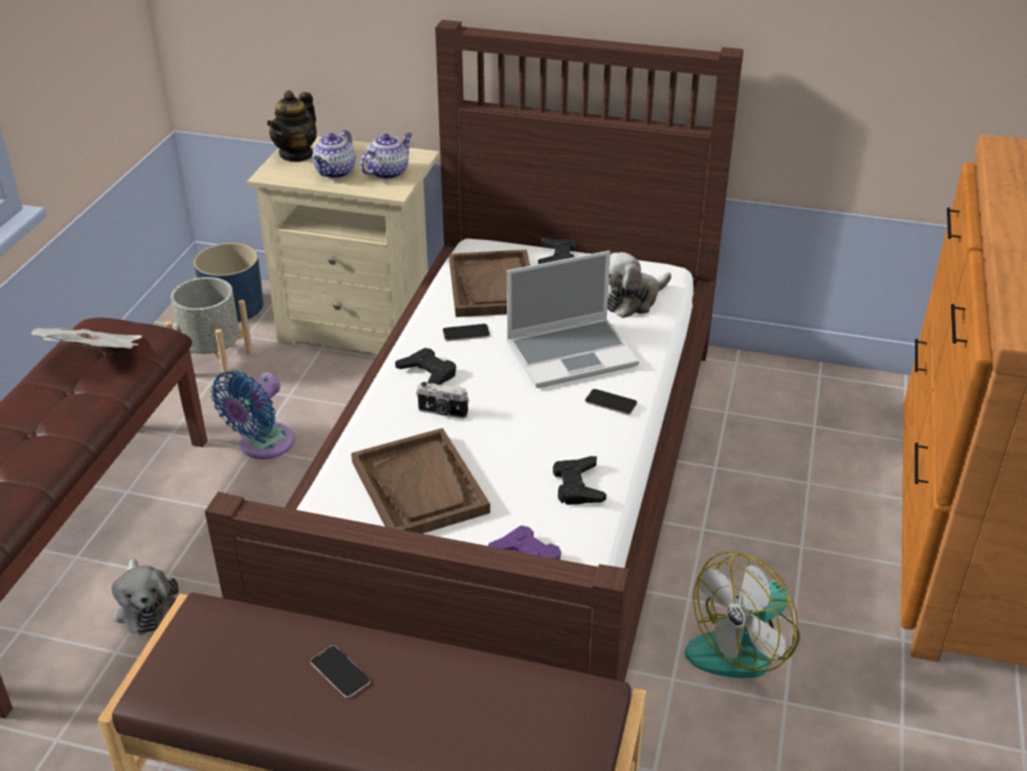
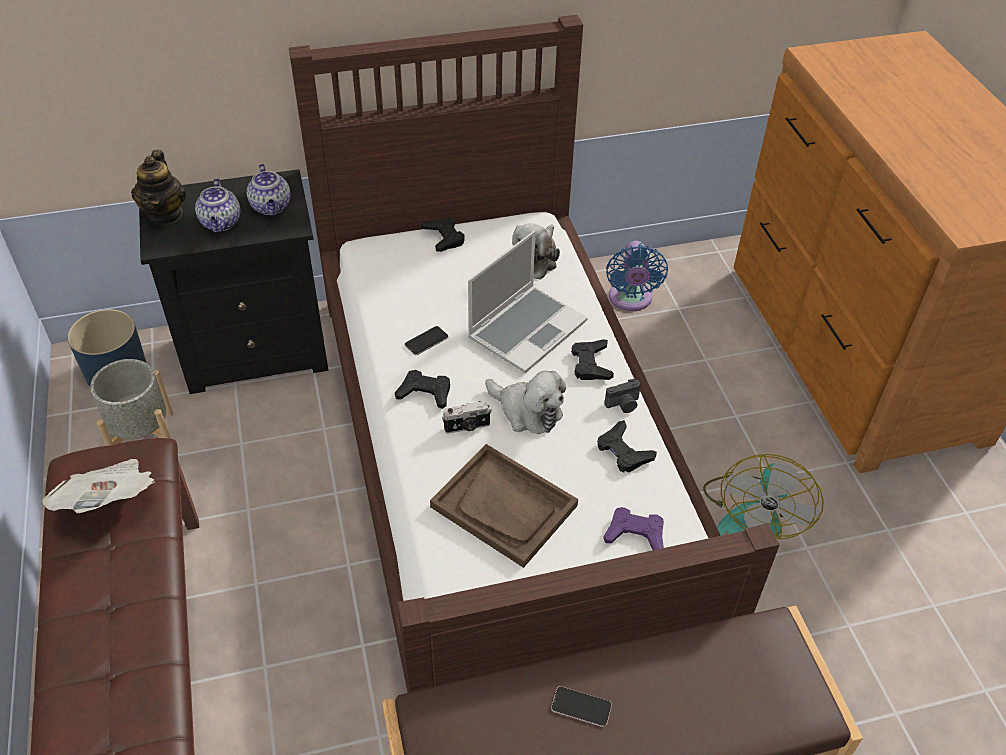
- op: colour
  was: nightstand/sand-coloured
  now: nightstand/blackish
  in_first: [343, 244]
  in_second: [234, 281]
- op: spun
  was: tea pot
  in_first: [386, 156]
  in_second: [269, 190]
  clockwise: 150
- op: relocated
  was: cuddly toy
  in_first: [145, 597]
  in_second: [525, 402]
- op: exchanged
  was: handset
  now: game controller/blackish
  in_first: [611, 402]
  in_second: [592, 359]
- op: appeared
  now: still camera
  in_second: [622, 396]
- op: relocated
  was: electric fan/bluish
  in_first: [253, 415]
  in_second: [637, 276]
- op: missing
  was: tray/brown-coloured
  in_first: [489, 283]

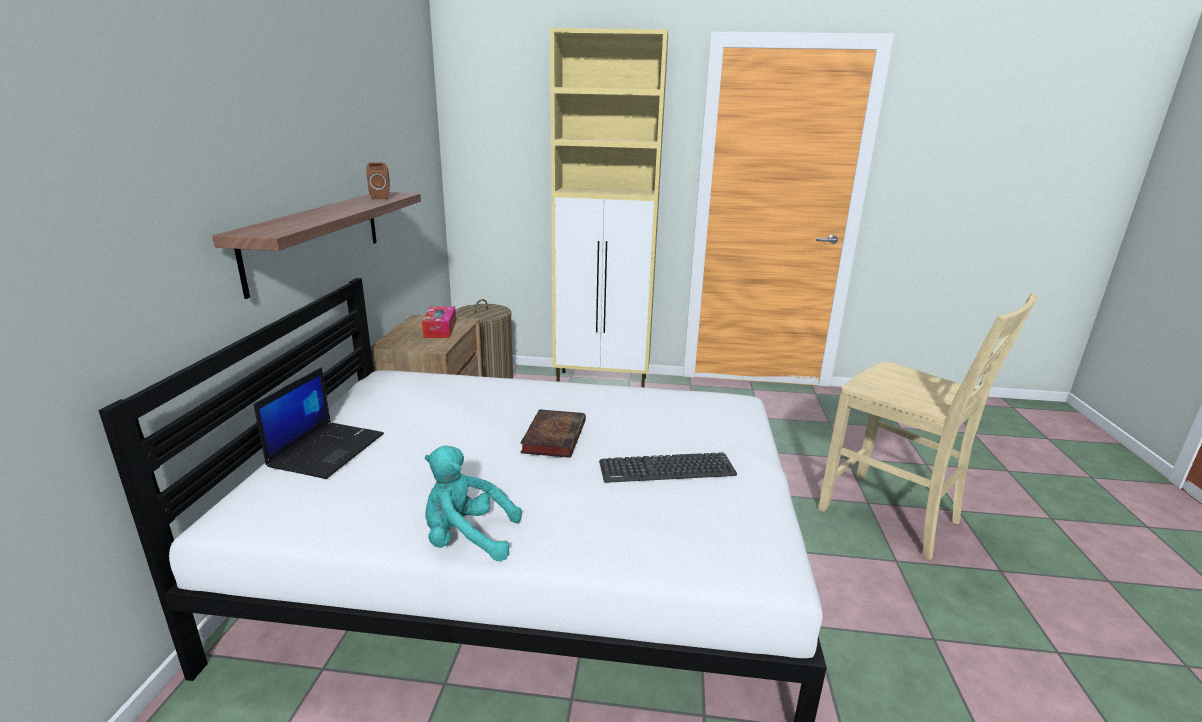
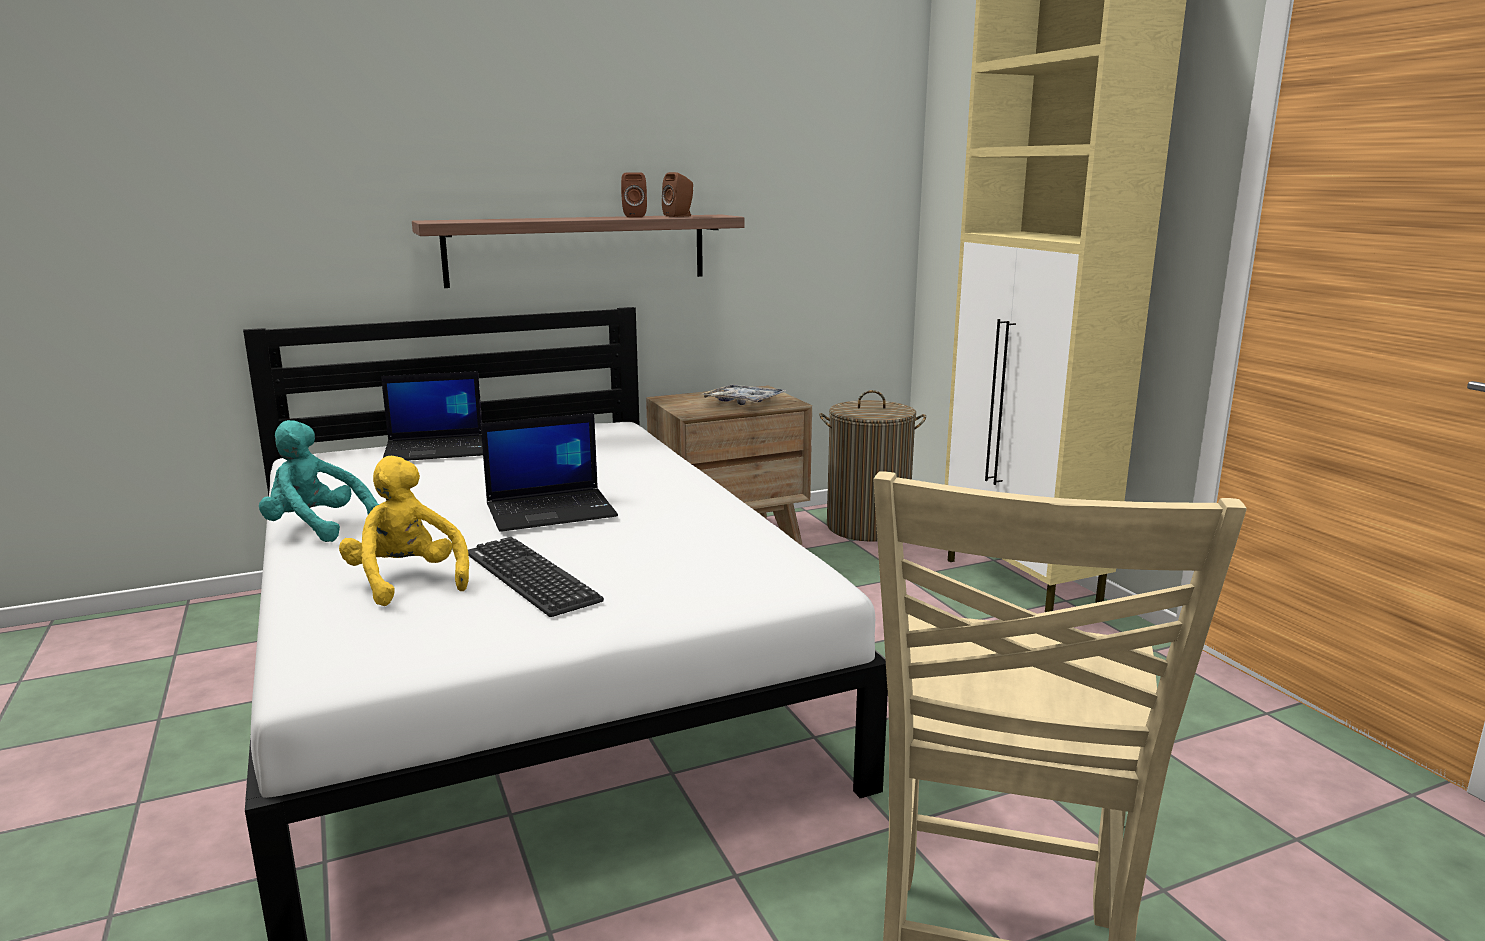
- op: spun
  was: cuddly toy/turquoise-coloured
  in_first: [473, 503]
  in_second: [319, 481]
  clockwise: -45
- op: appeared
  now: cuddly toy/yellow
  in_second: [404, 531]
- op: exchanged
  was: book
  now: notebook computer
  in_first: [553, 433]
  in_second: [549, 472]
- op: appeared
  now: audio speaker/brown-coloured
  in_second: [634, 195]
- op: exchanged
  was: tissue box
  now: tray
  in_first: [439, 322]
  in_second: [743, 395]

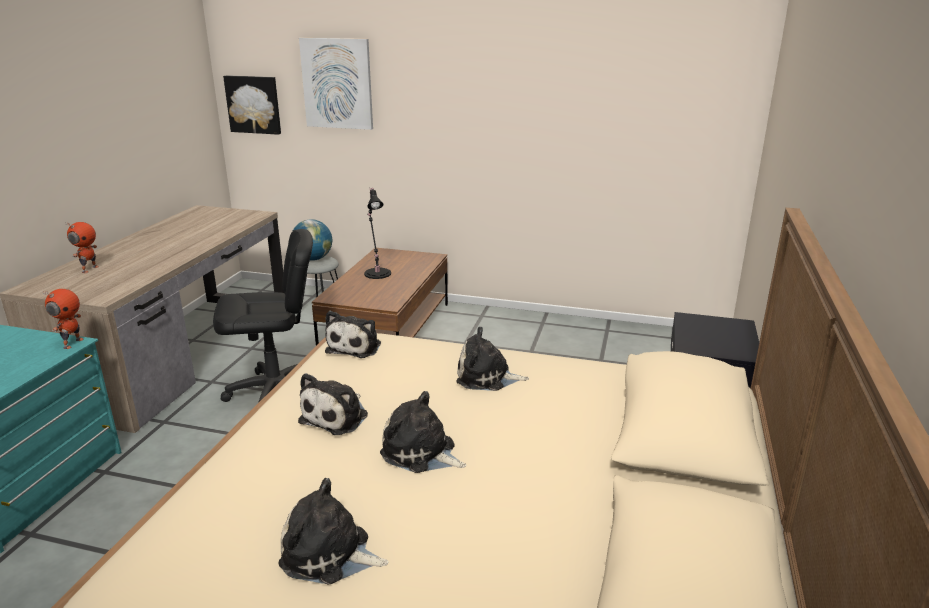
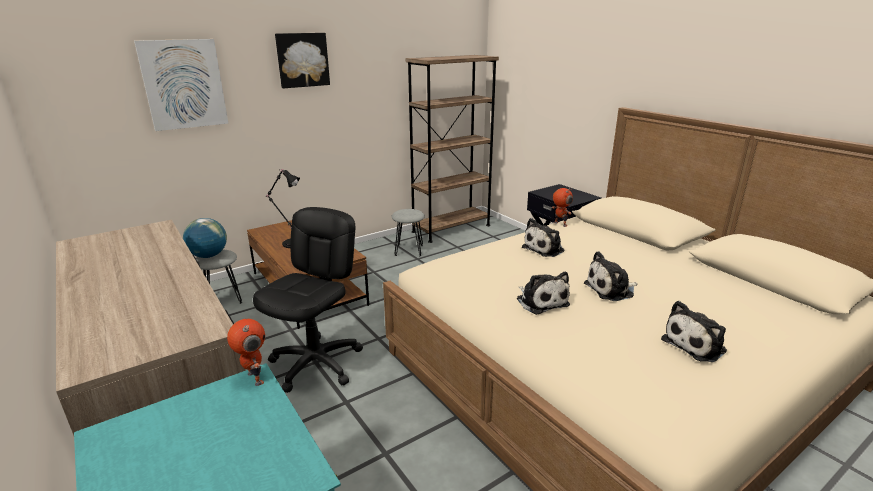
- op: relocated
  was: wall picture
  in_first: [252, 105]
  in_second: [302, 60]
- op: appeared
  now: sitting stool/gray
  in_second: [408, 232]
- op: appeared
  now: bookshelf/brown-coloured
  in_second: [452, 149]
- op: relocated
  was: robot figure
  in_first: [82, 247]
  in_second: [562, 207]
- op: missing
  was: cuddly toy
  in_first: [353, 334]

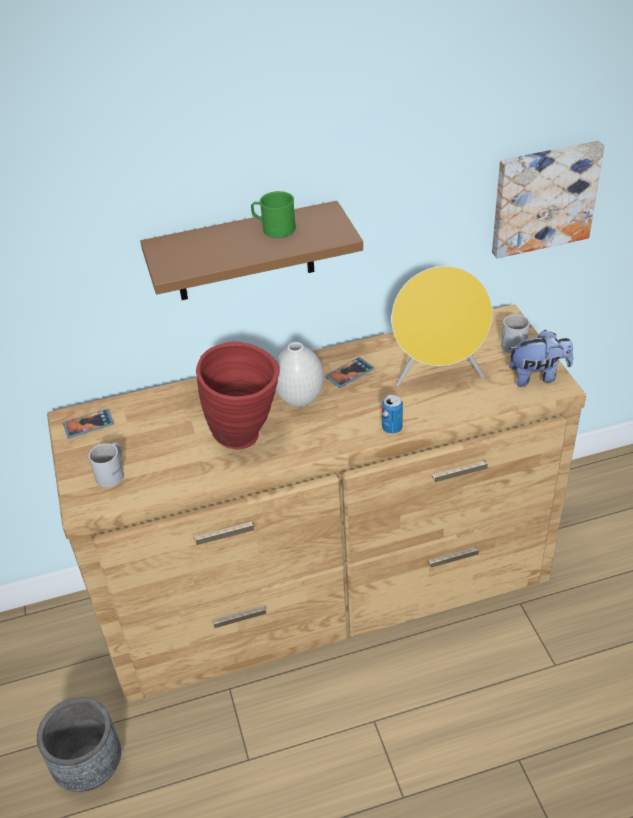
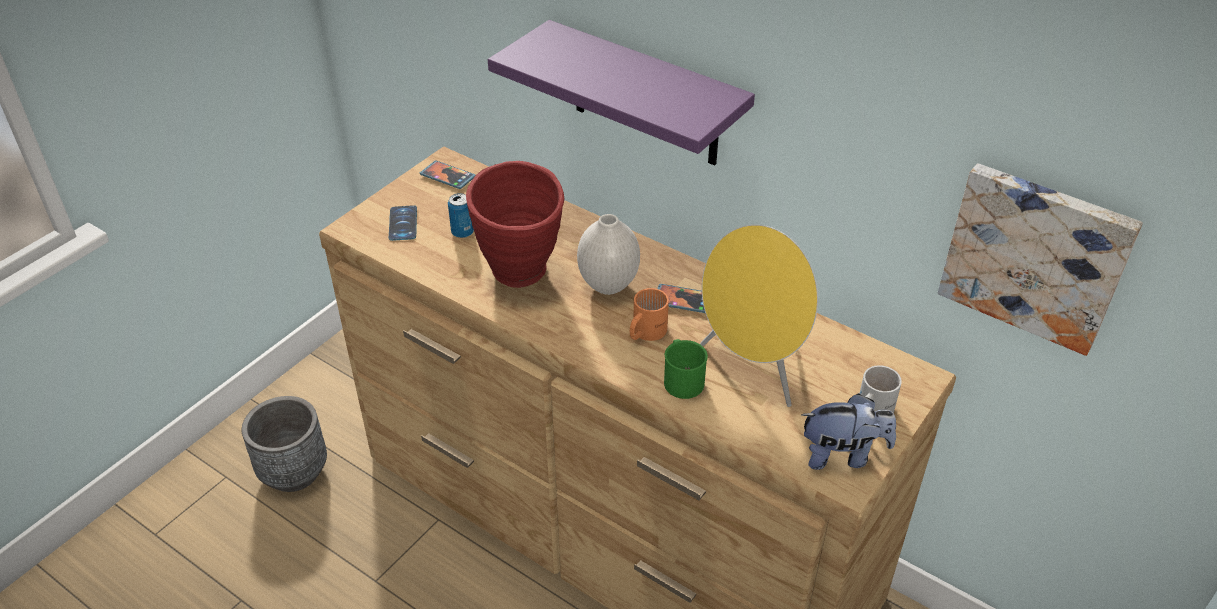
- op: exchanged
  was: mug/white-coloured
  now: handset
  in_first: [106, 465]
  in_second: [403, 223]
- op: relocated
  was: sealed can
  in_first: [392, 414]
  in_second: [461, 215]
- op: colour
  was: bracket shelf/brown-coloured
  now: bracket shelf/purple
  in_first: [251, 250]
  in_second: [621, 93]
- op: appeared
  now: mug/orange-coloured
  in_second: [649, 314]
- op: relocated
  was: mug/green-coloured
  in_first: [273, 214]
  in_second: [686, 369]
- op: spun
  was: cuddly toy
  in_first: [540, 358]
  in_second: [849, 431]
  clockwise: -45

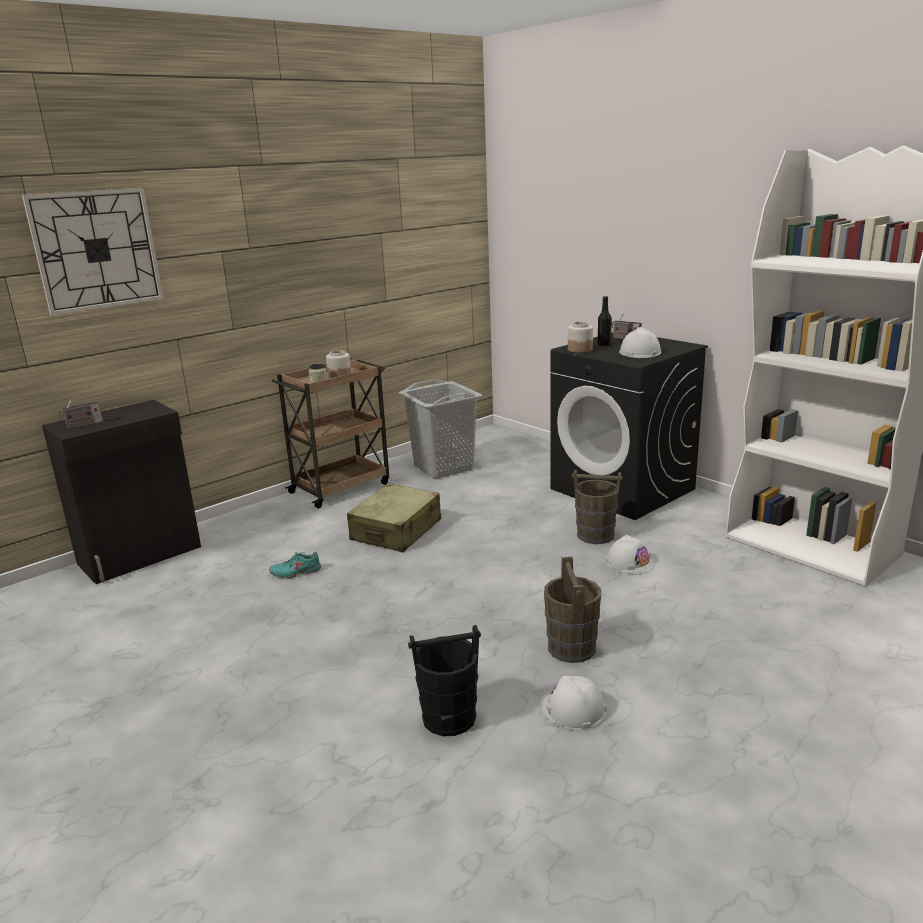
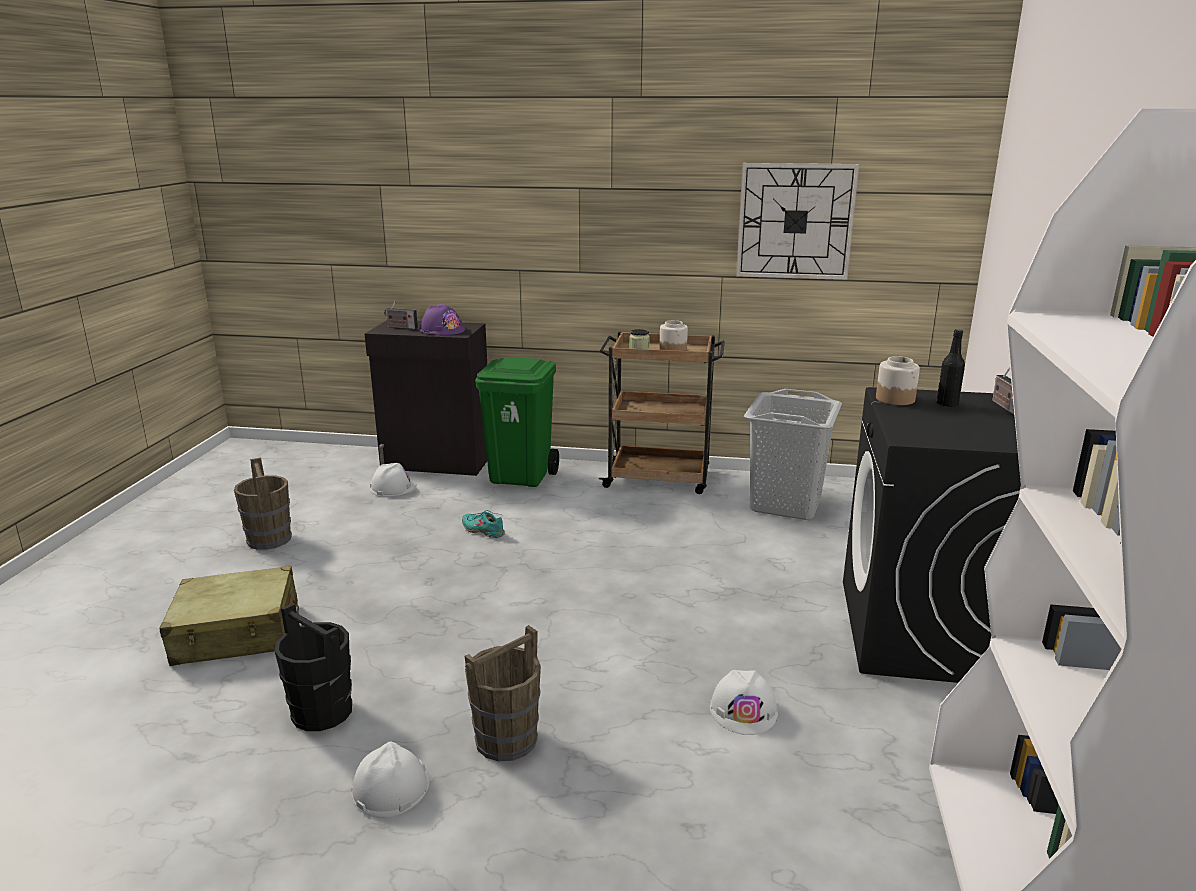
- op: relocated
  was: travel case/sand-coloured
  in_first: [394, 517]
  in_second: [229, 616]
- op: relocated
  was: pail/brown-coloured
  in_first: [597, 507]
  in_second: [263, 504]
- op: relocated
  was: work helmet/white-coloured
  in_first: [640, 342]
  in_second: [393, 480]
- op: appeared
  now: work helmet/purple
  in_second: [442, 319]
- op: appeared
  now: waste bin/green-coloured
  in_second: [517, 422]
- op: relocated
  was: wall clock
  in_first: [93, 252]
  in_second: [797, 221]

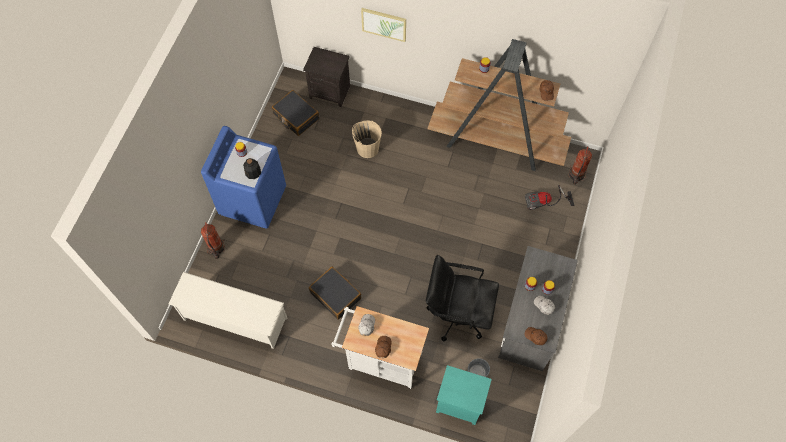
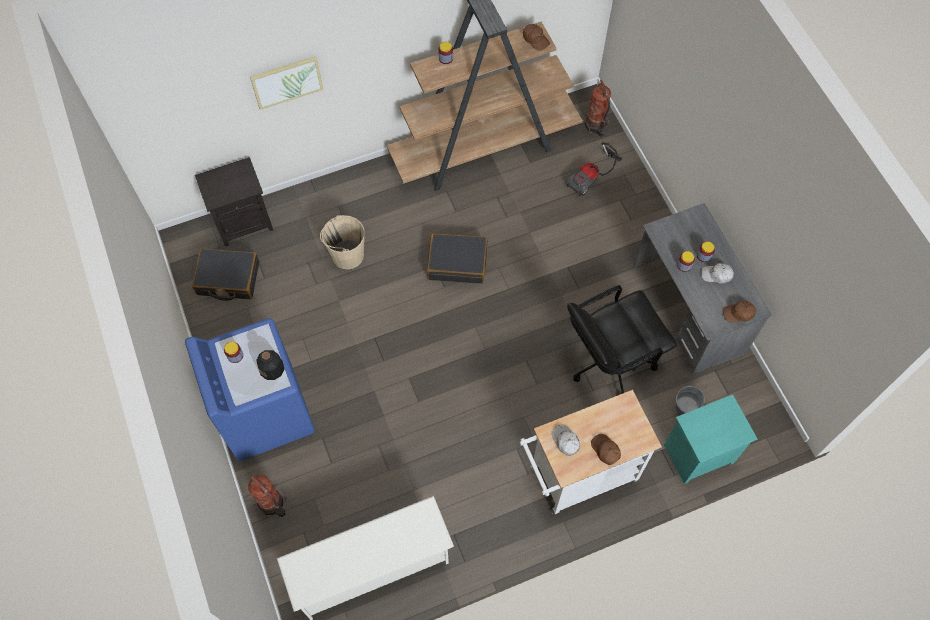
- op: relocated
  was: travel case/blackish
  in_first: [335, 293]
  in_second: [457, 258]

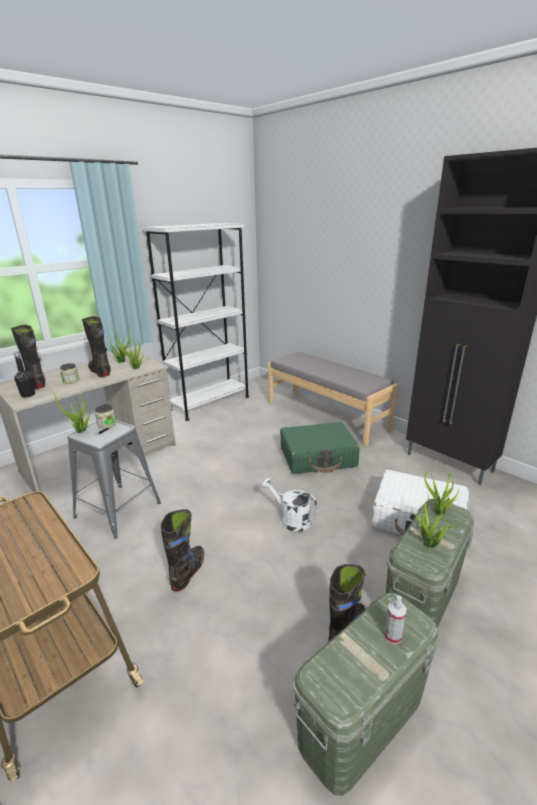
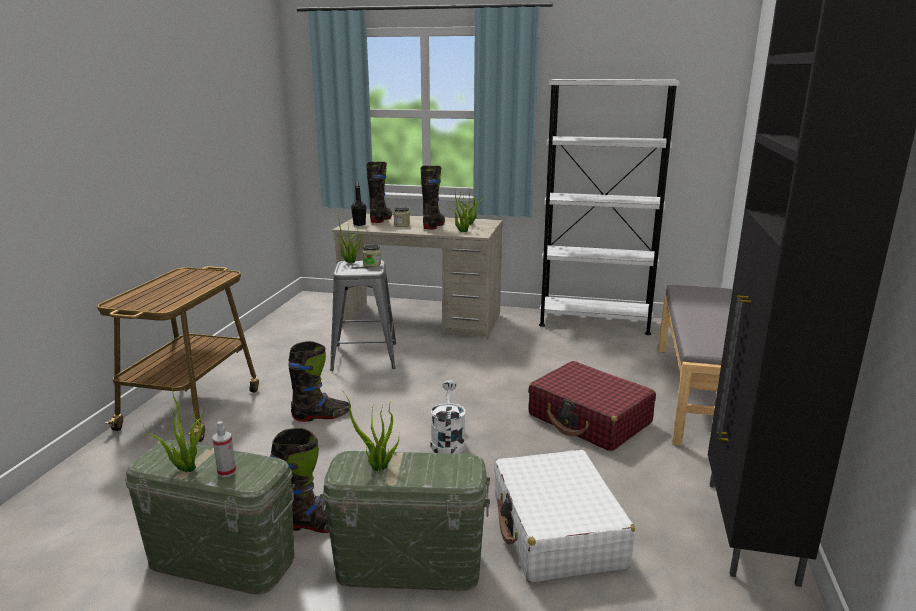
- op: relocated
  was: potted plant
  in_first: [440, 488]
  in_second: [173, 430]
- op: colour
  was: travel case/green-coloured
  now: travel case/reddish
  in_first: [320, 448]
  in_second: [592, 406]

